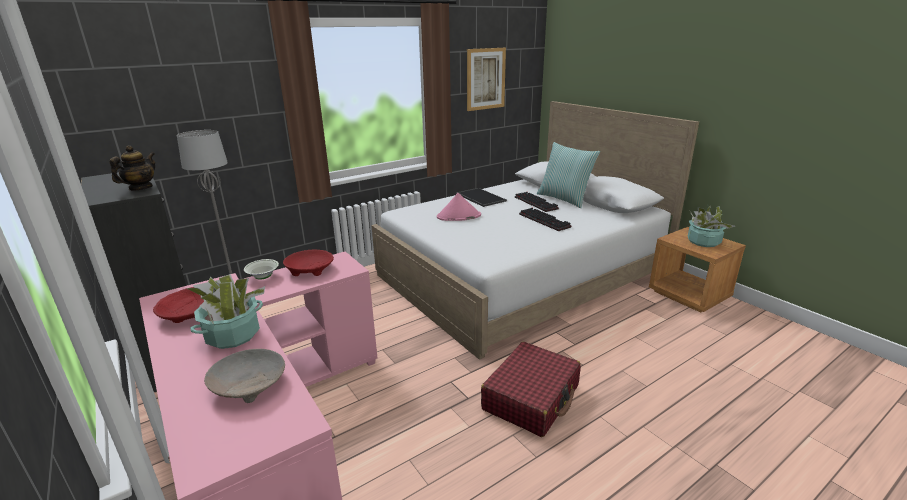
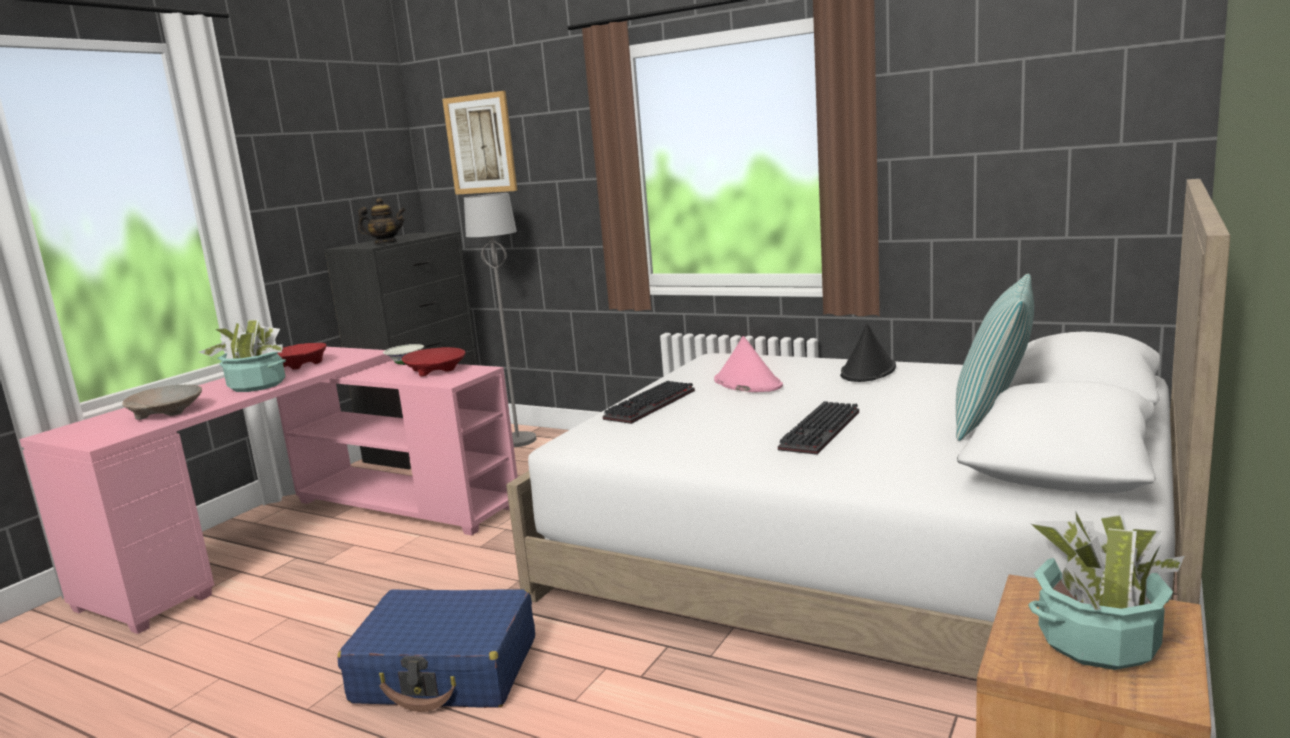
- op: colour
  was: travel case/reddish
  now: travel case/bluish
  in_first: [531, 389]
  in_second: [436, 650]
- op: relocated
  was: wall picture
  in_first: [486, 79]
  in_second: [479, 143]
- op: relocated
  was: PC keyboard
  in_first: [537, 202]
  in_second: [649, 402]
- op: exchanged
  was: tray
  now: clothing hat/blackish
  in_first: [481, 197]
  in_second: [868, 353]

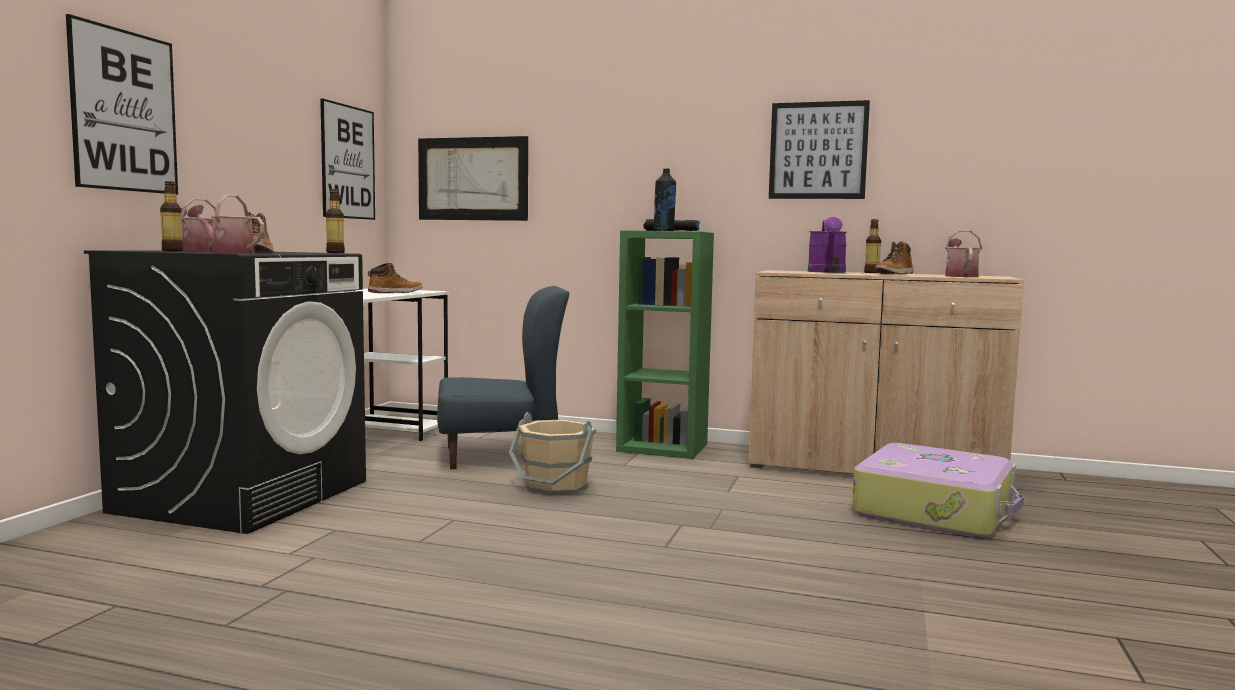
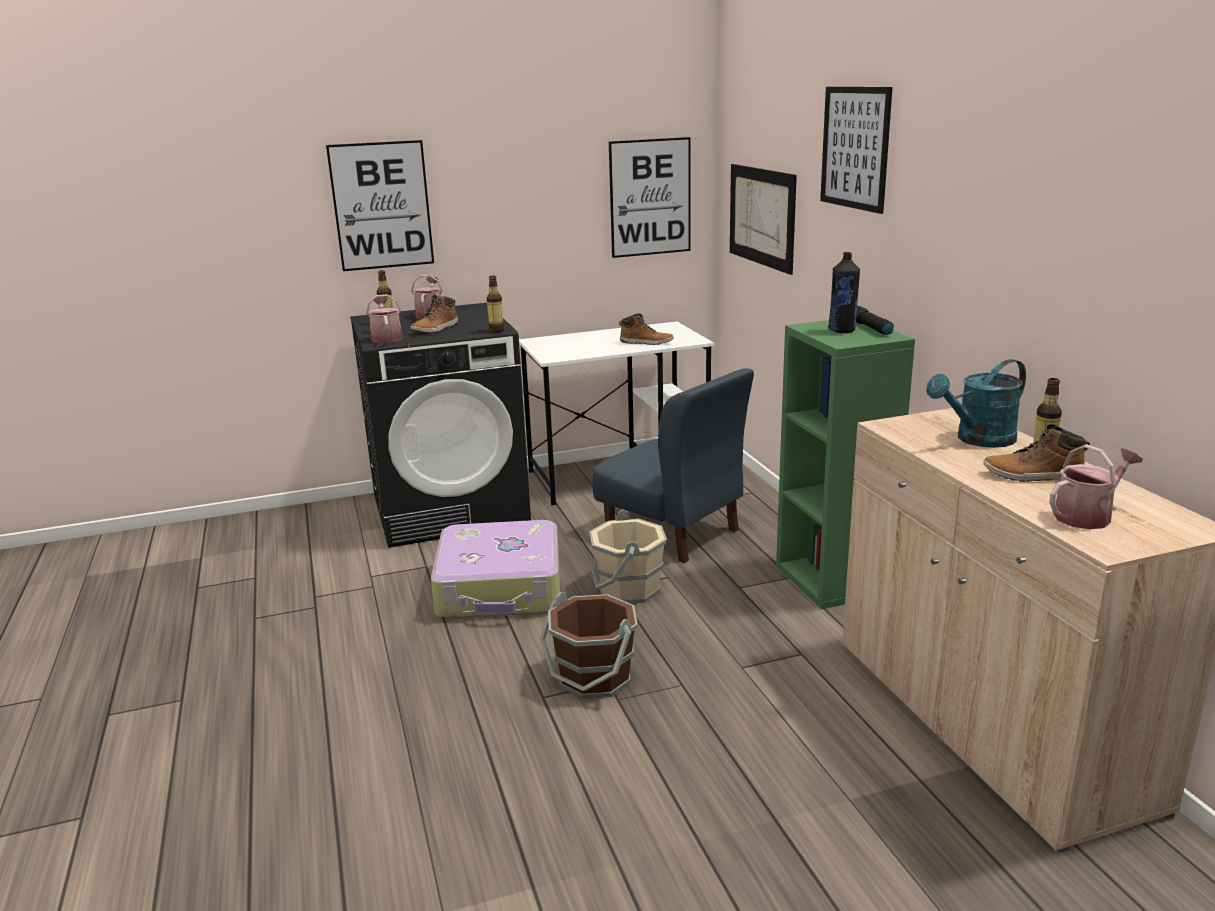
- op: relocated
  was: travel case
  in_first: [938, 490]
  in_second: [495, 569]
- op: appeared
  now: pail/brown-coloured
  in_second: [589, 645]
- op: relocated
  was: wall picture
  in_first: [819, 149]
  in_second: [856, 150]
- op: colour
  was: watering pot/purple
  now: watering pot/turquoise-coloured
  in_first: [827, 245]
  in_second: [976, 403]

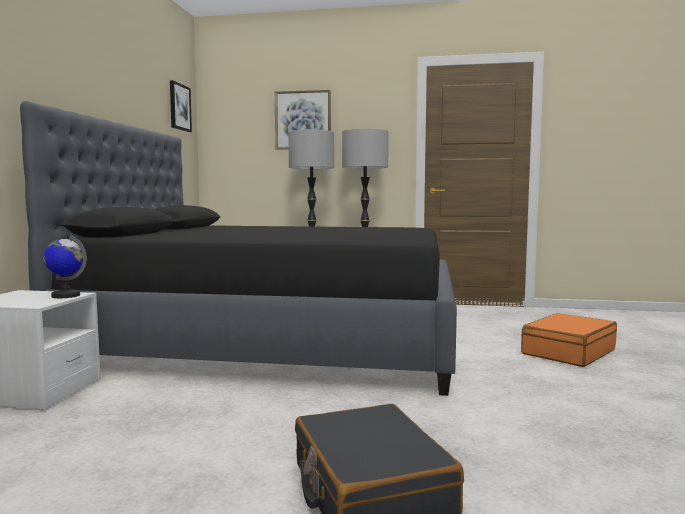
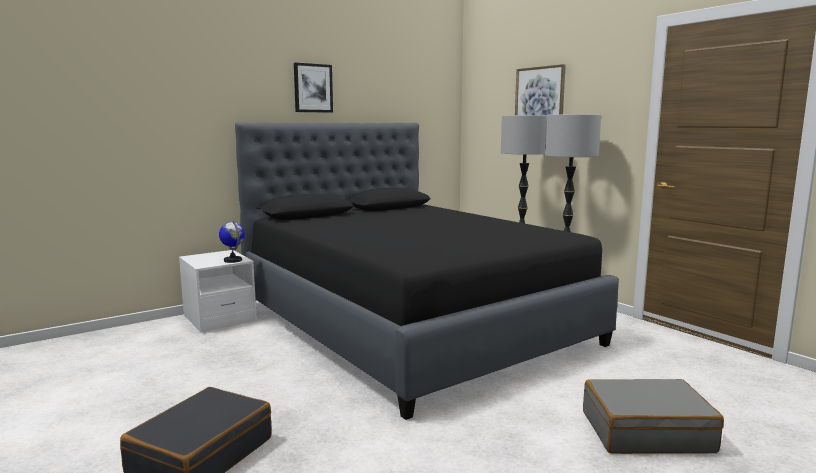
- op: relocated
  was: wall picture
  in_first: [181, 106]
  in_second: [313, 88]
- op: colour
  was: travel case/orange-coloured
  now: travel case/gray
  in_first: [569, 340]
  in_second: [653, 416]

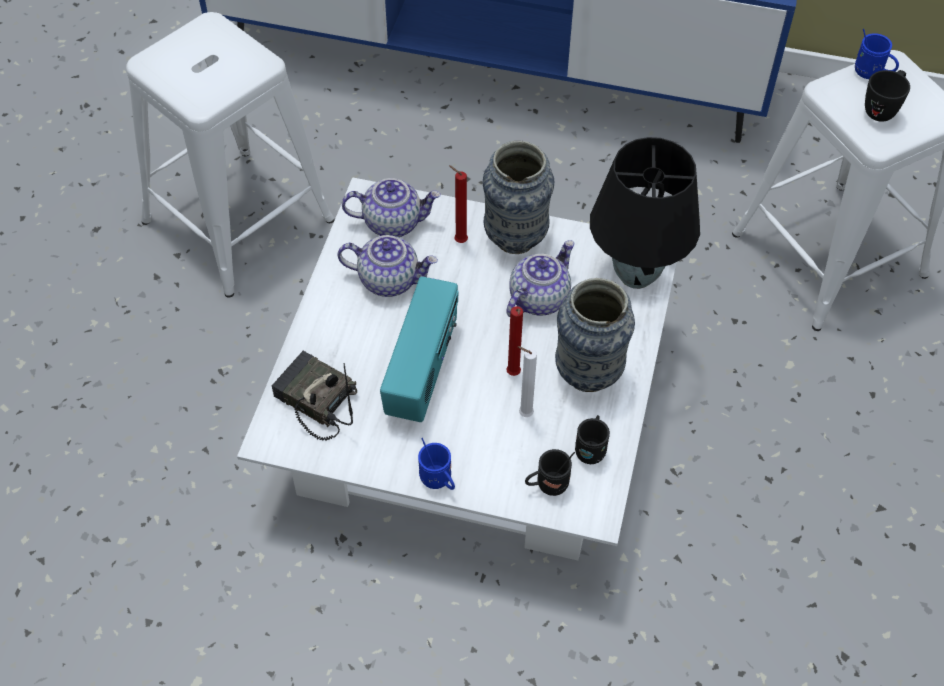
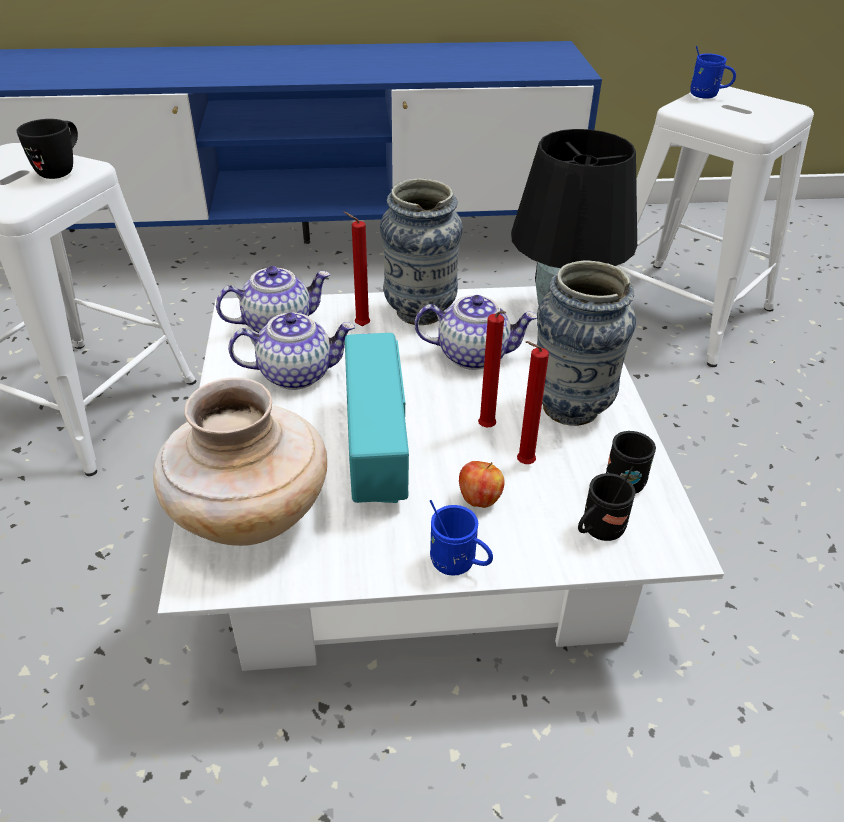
- op: relocated
  was: mug/blackish
  in_first: [887, 96]
  in_second: [47, 149]
- op: exchanged
  was: radio receiver
  now: flower vase/sand-coloured
  in_first: [314, 395]
  in_second: [240, 461]
- op: spun
  was: tea pot
  in_first: [540, 278]
  in_second: [476, 332]
  clockwise: 75
- op: appeared
  now: whole apple
  in_second: [482, 484]
- op: colour
  was: wax light/white-coloured
  now: wax light/reddish
  in_first: [527, 381]
  in_second: [533, 402]

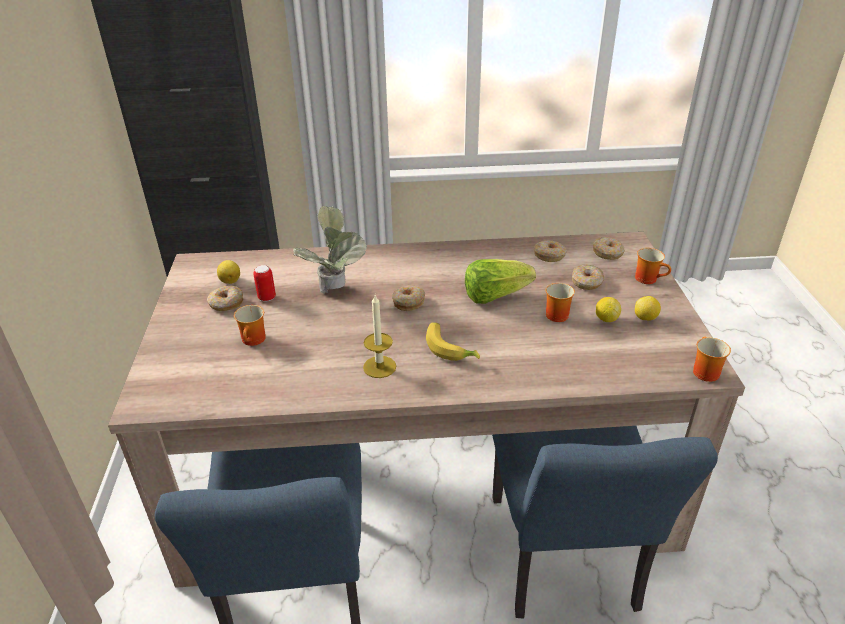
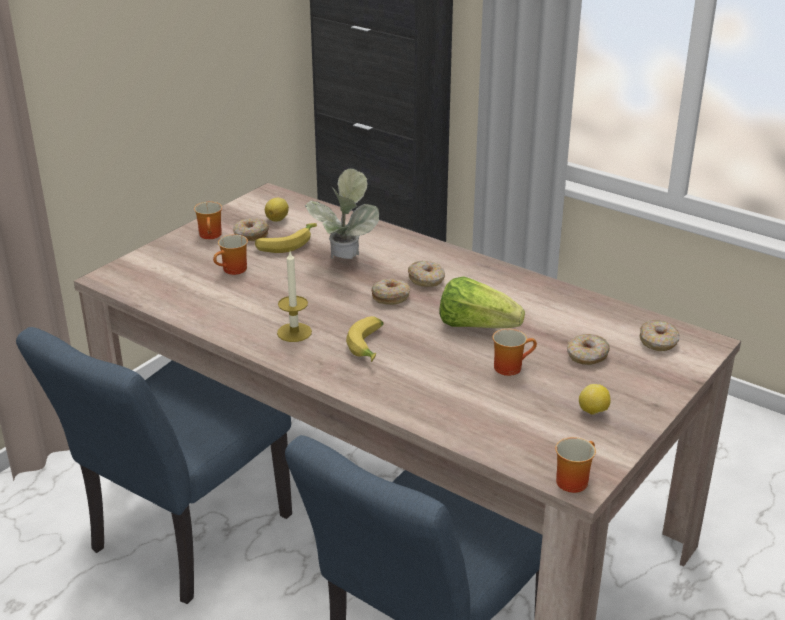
- op: relocated
  was: mug
  in_first: [653, 266]
  in_second: [208, 220]
- op: exchanged
  was: sealed can
  now: whole banana
  in_first: [264, 283]
  in_second: [286, 238]
- op: relocated
  was: ring doughnut
  in_first: [550, 251]
  in_second: [426, 274]
- op: missing
  was: lemon
  in_first: [608, 309]

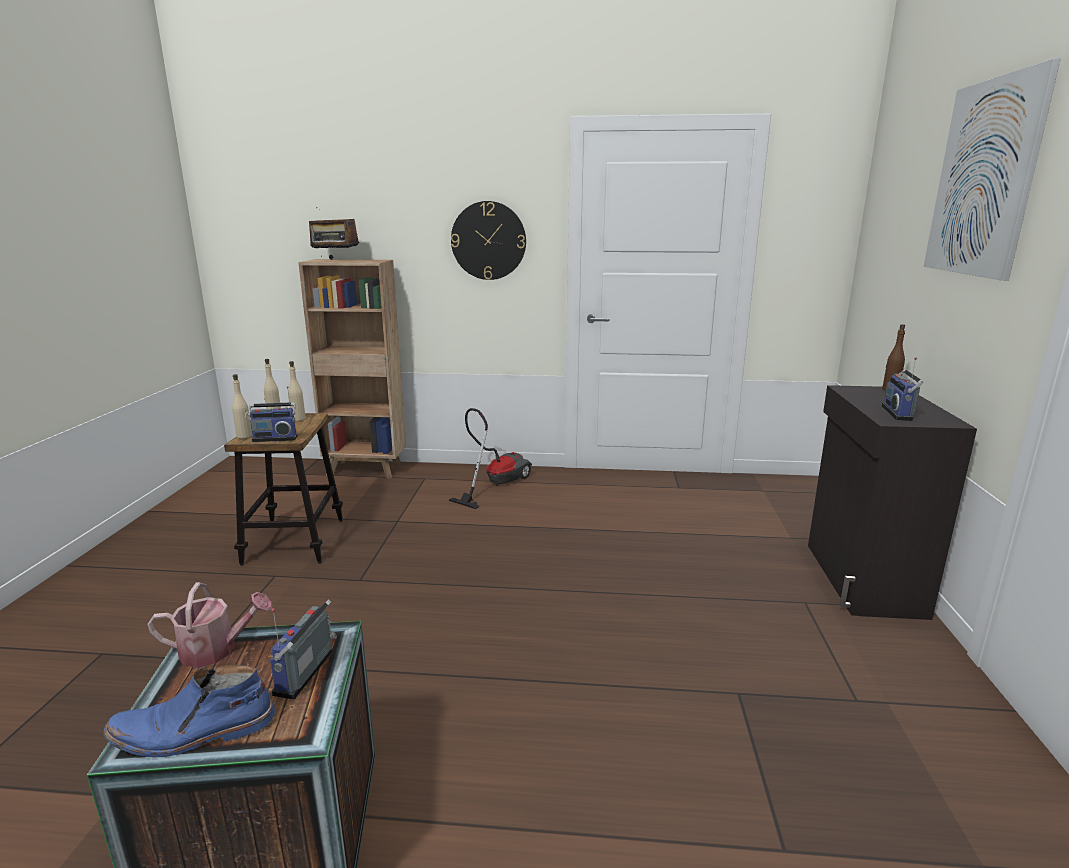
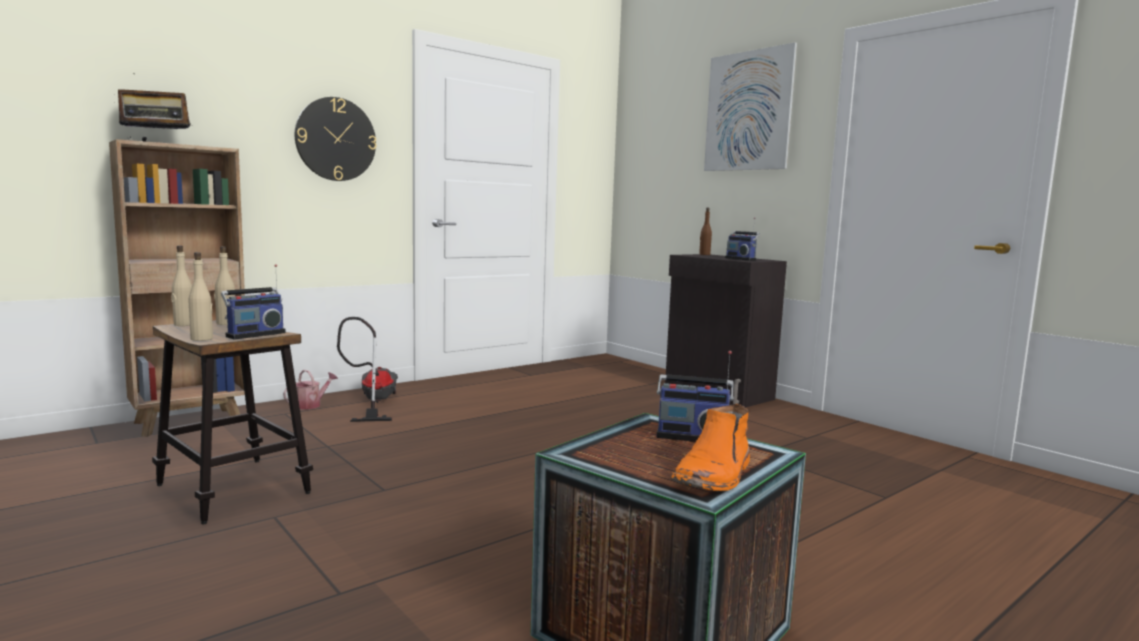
- op: relocated
  was: watering pot
  in_first: [209, 625]
  in_second: [310, 390]
- op: spun
  was: radio receiver
  in_first: [303, 649]
  in_second: [695, 396]
  clockwise: -45
- op: colour
  was: tall boot/bluish
  now: tall boot/orange-coloured
  in_first: [189, 710]
  in_second: [710, 447]

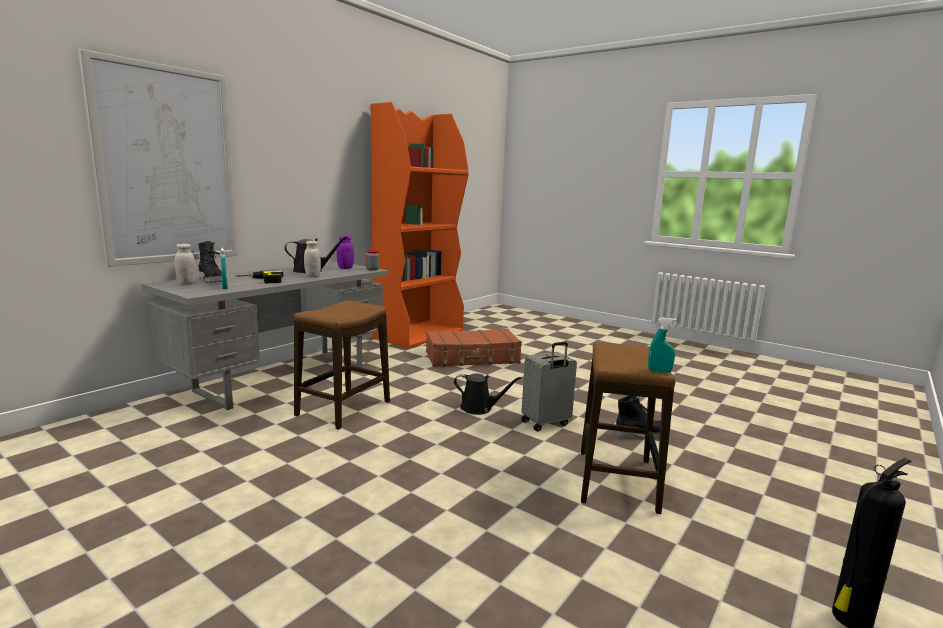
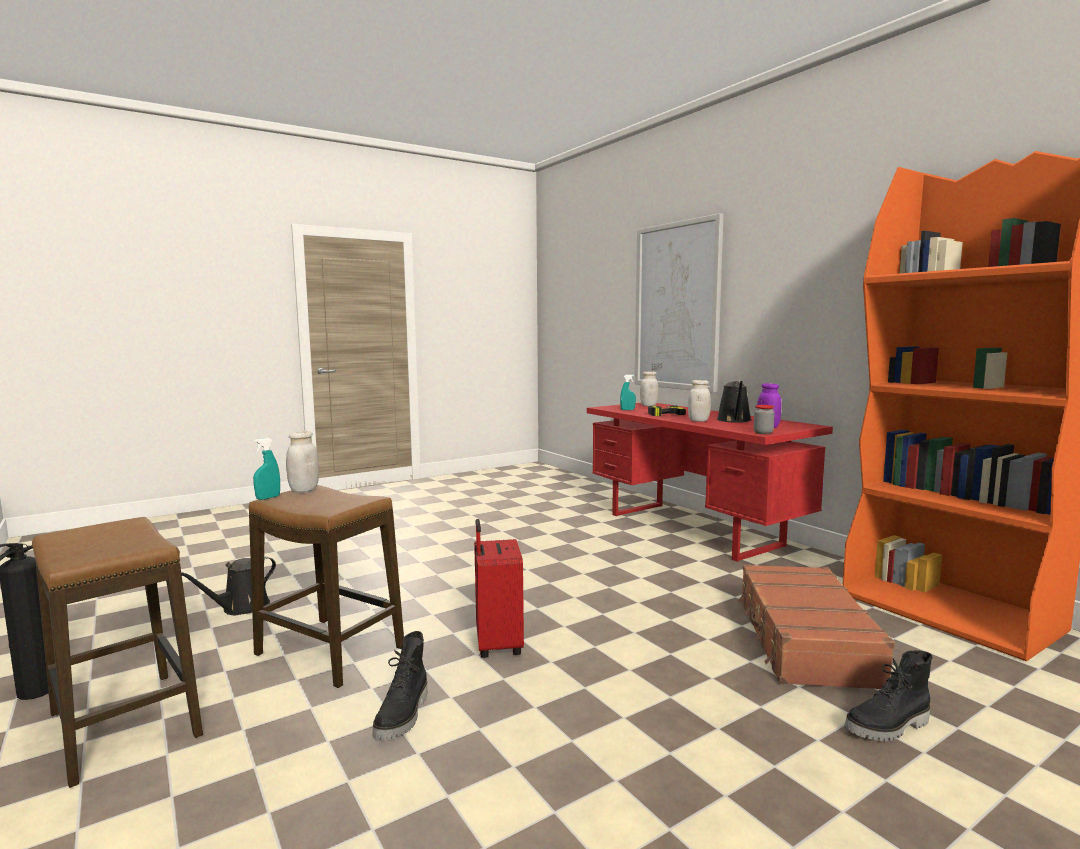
- op: relocated
  was: sitting stool
  in_first: [342, 365]
  in_second: [117, 652]
- op: relocated
  was: watering pot/blackish
  in_first: [488, 394]
  in_second: [228, 585]
- op: appeared
  now: preserve jar/white-coloured
  in_second: [302, 461]
- op: colour
  was: travel case/gray
  now: travel case/reddish
  in_first: [549, 387]
  in_second: [499, 588]
- op: colour
  was: desk table/gray
  now: desk table/reddish
  in_first: [265, 336]
  in_second: [710, 482]
- op: relocated
  was: tall boot/blackish
  in_first: [210, 262]
  in_second: [888, 695]

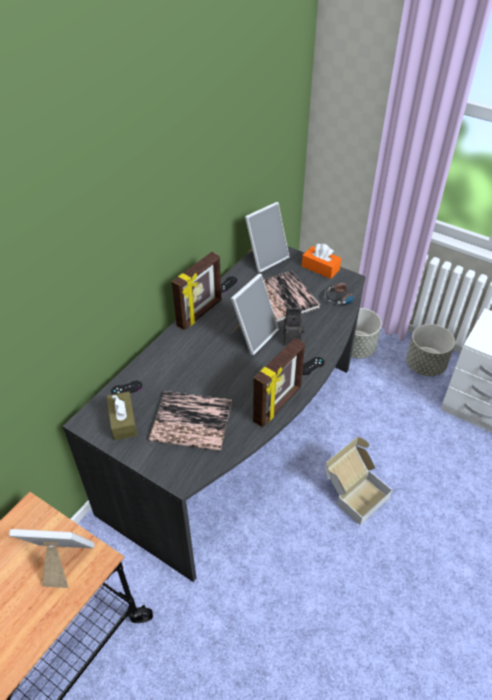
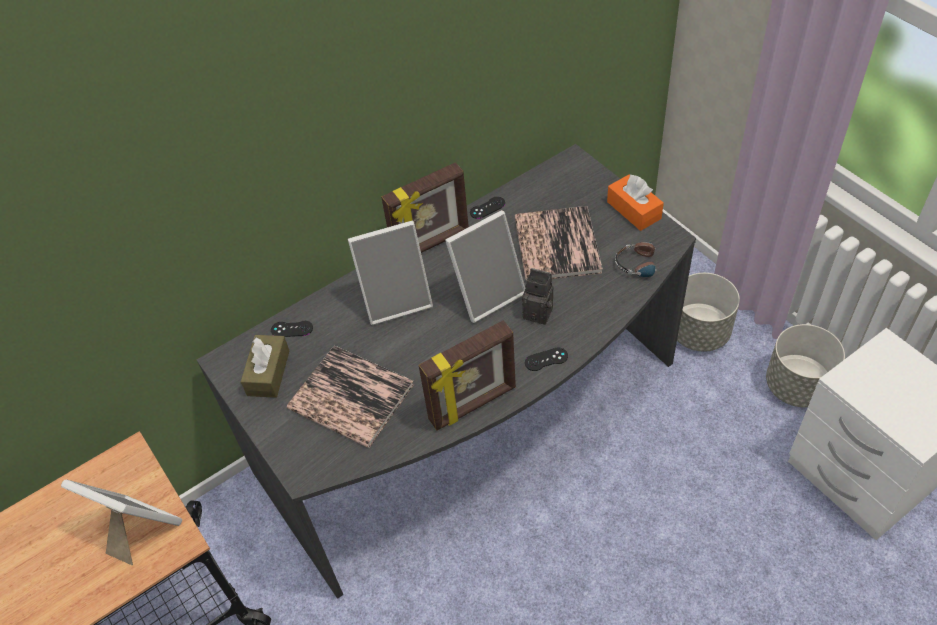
- op: relocated
  was: standing frame
  in_first: [267, 237]
  in_second: [390, 273]
- op: missing
  was: carton
  in_first: [358, 481]

